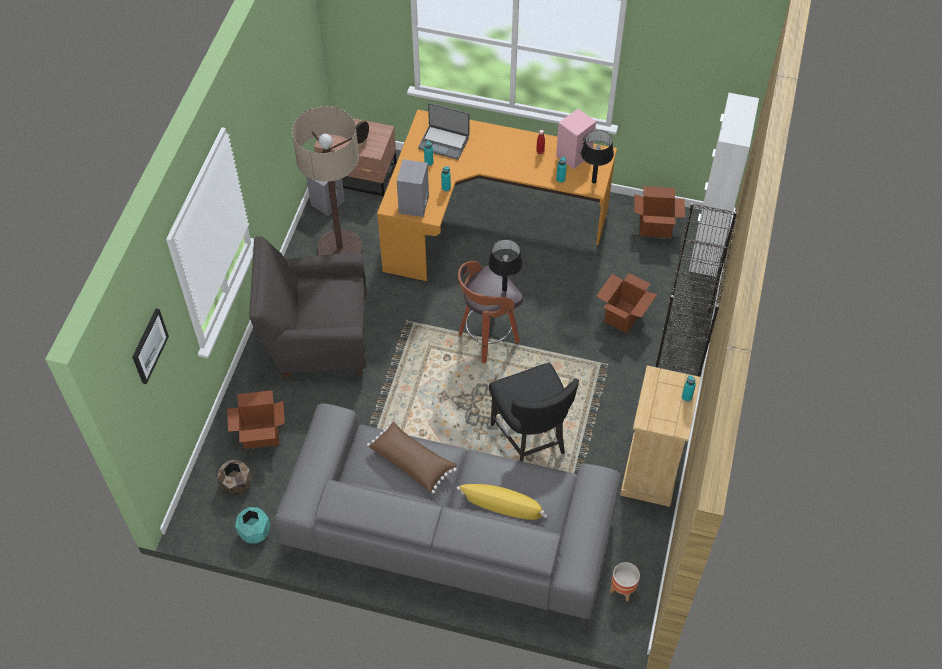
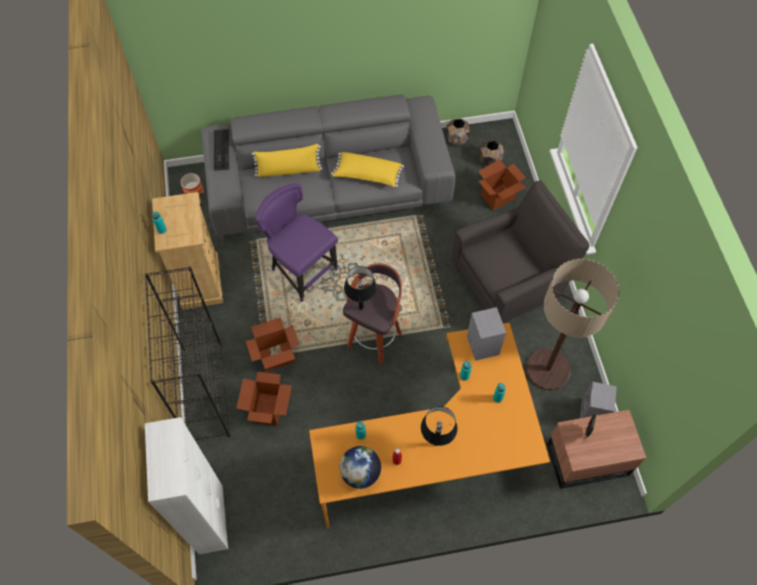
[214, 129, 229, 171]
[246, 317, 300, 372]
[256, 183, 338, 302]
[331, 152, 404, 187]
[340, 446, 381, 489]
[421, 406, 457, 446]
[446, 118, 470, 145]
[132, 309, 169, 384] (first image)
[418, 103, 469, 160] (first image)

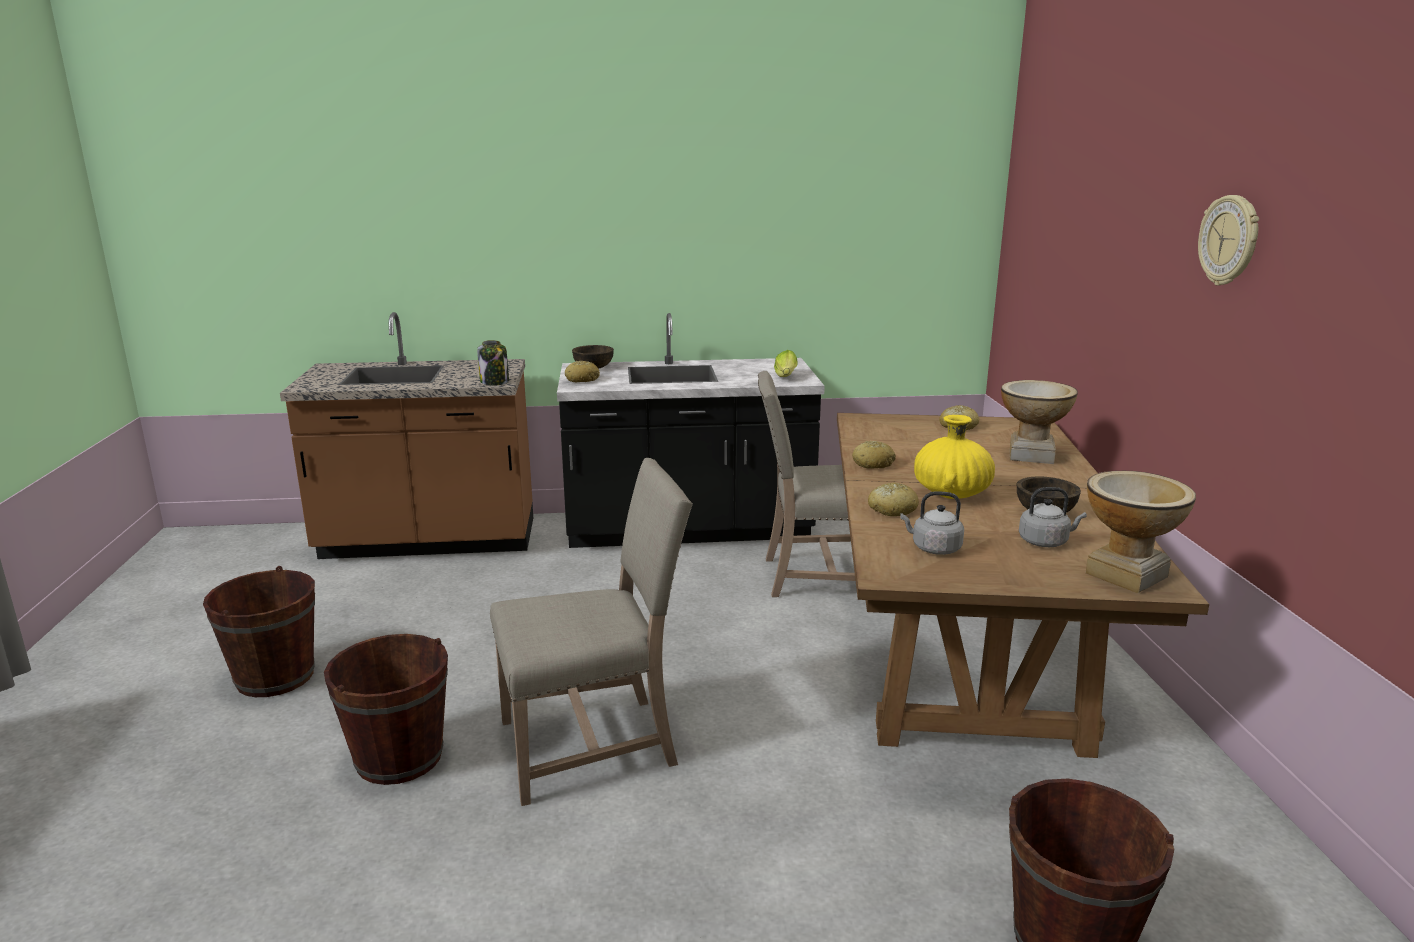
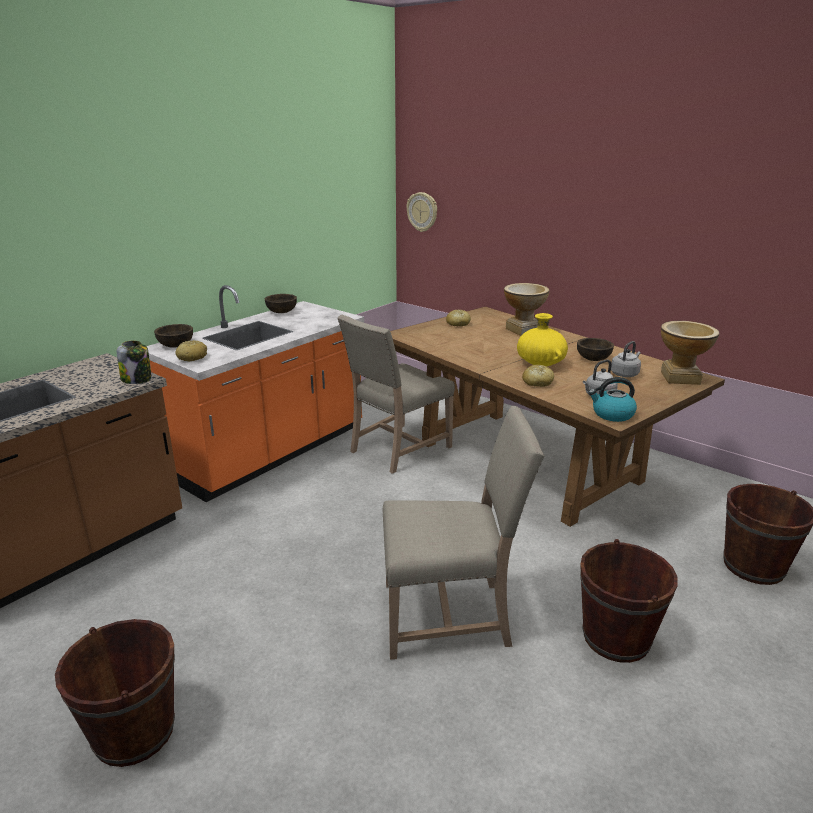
[147, 285, 364, 502]
[265, 294, 297, 313]
[383, 406, 545, 660]
[406, 192, 437, 232]
[580, 539, 678, 663]
[588, 377, 637, 422]
[774, 350, 798, 377] (first image)
[852, 441, 896, 469] (first image)

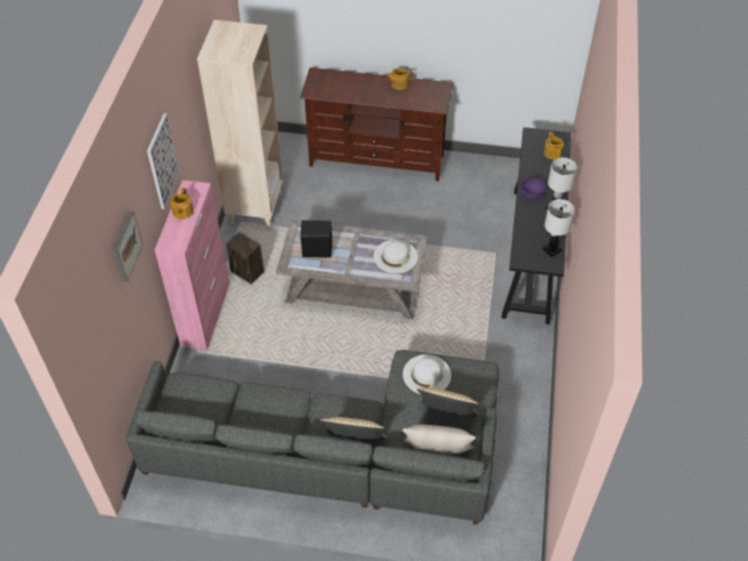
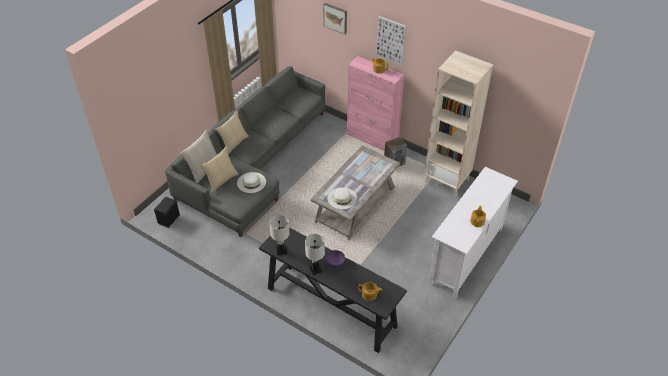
[154, 197, 180, 228]
[428, 167, 518, 298]

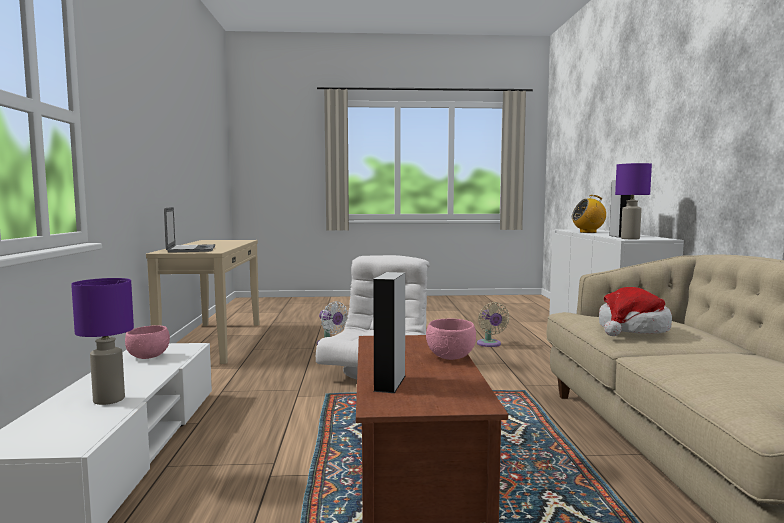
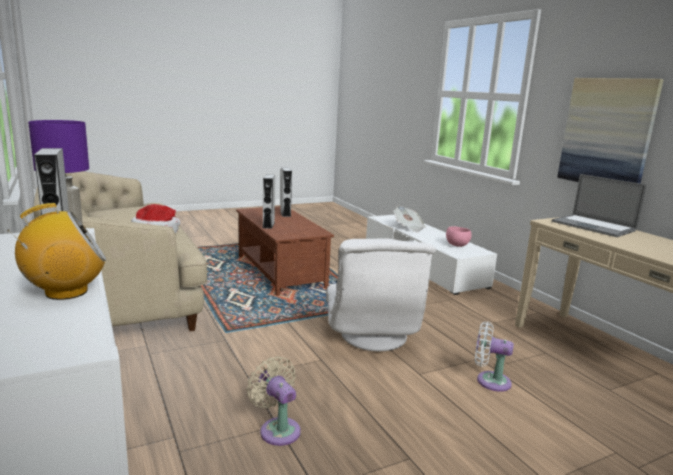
[263, 174, 275, 229]
[393, 206, 426, 232]
[557, 78, 664, 184]

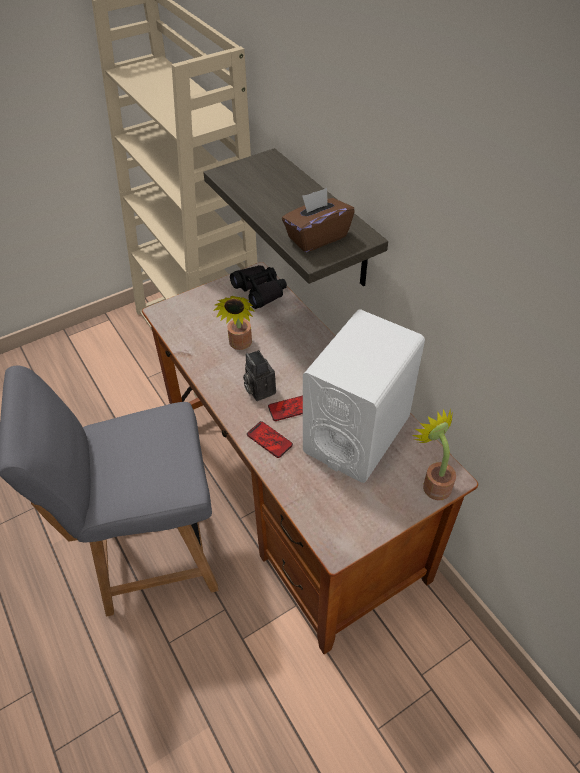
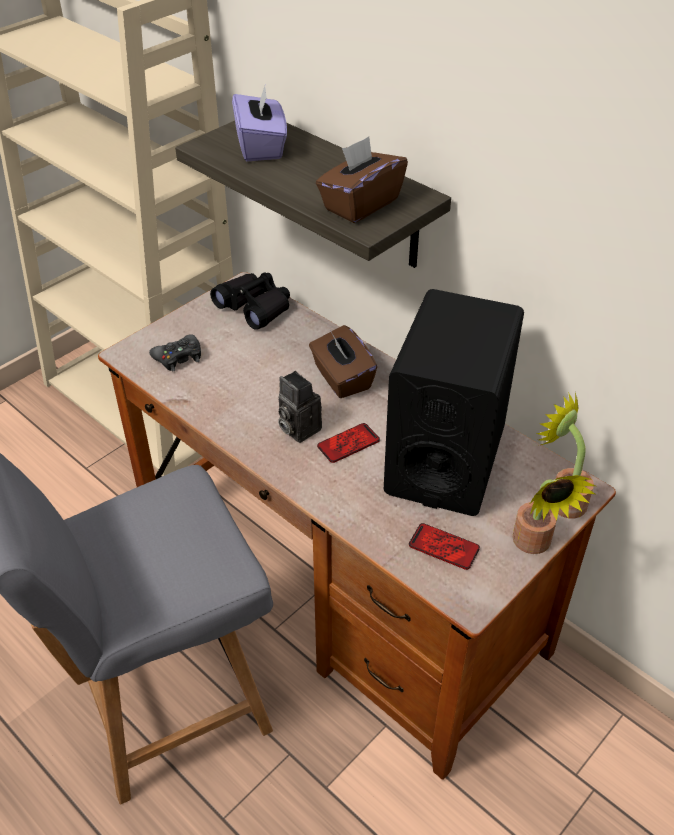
[149, 334, 201, 372]
[232, 83, 287, 161]
[309, 325, 377, 398]
[384, 289, 524, 516]
[409, 523, 480, 570]
[512, 475, 595, 554]

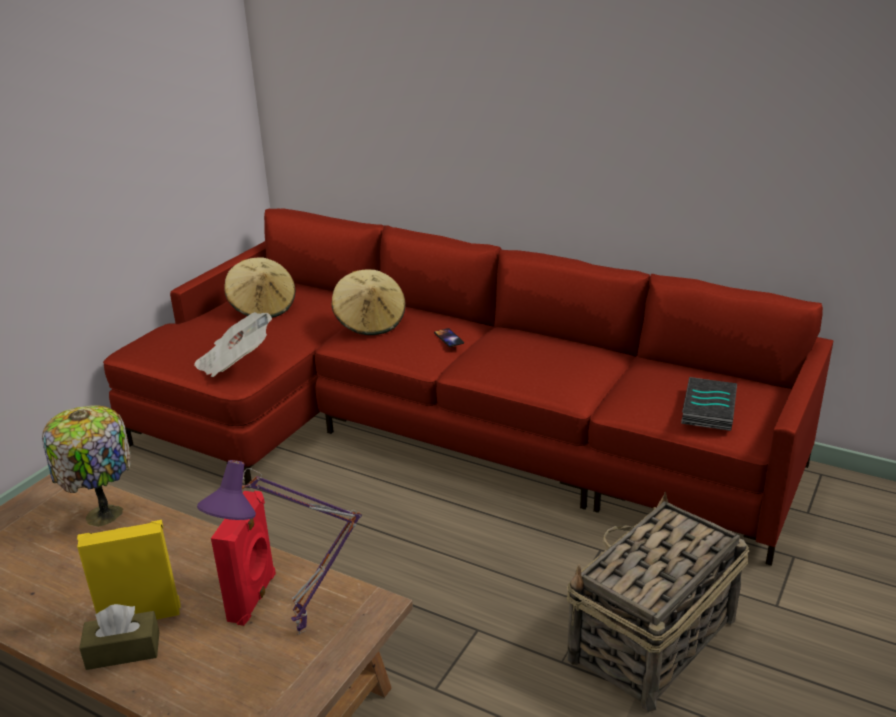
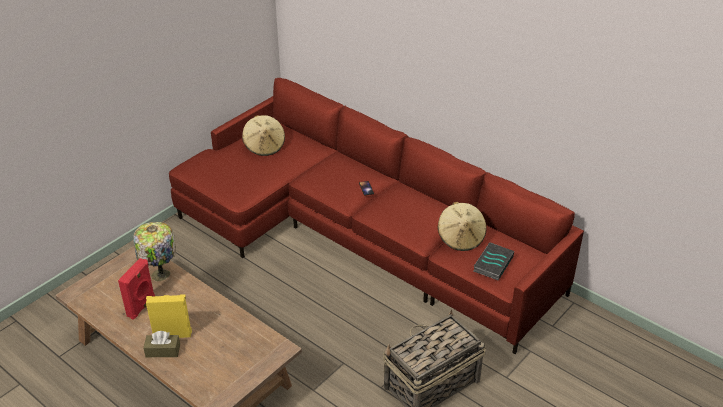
[118, 258, 155, 320]
[438, 202, 487, 251]
[194, 312, 272, 377] (first image)
[197, 460, 362, 635] (first image)

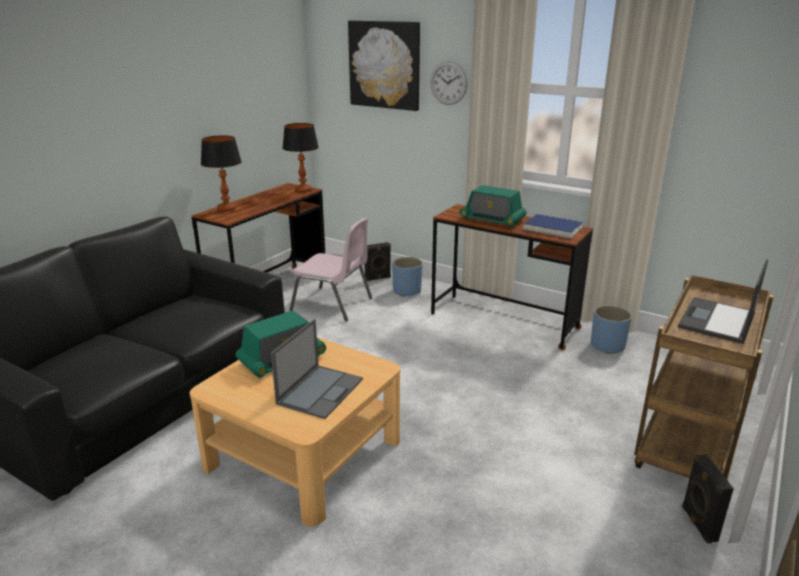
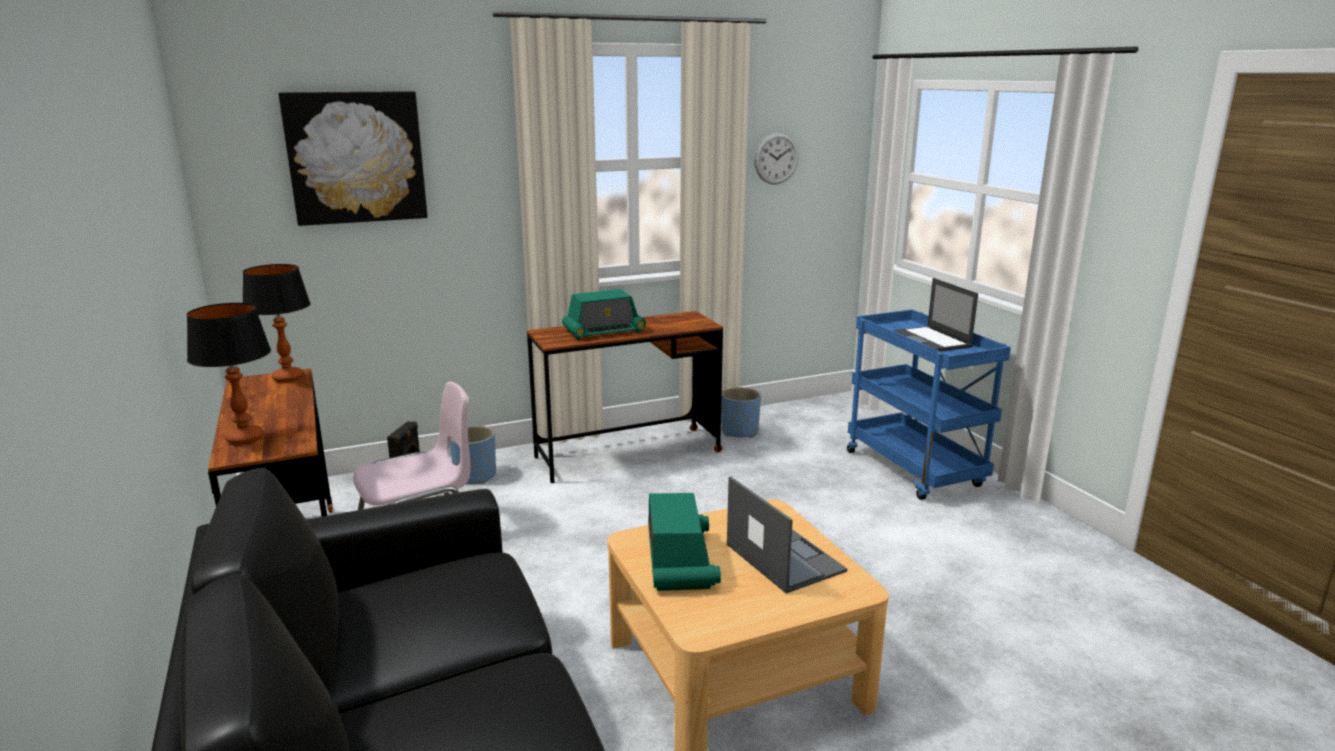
[754, 133, 799, 185]
[847, 310, 1011, 500]
[523, 214, 583, 239] (first image)
[682, 454, 734, 543] (first image)

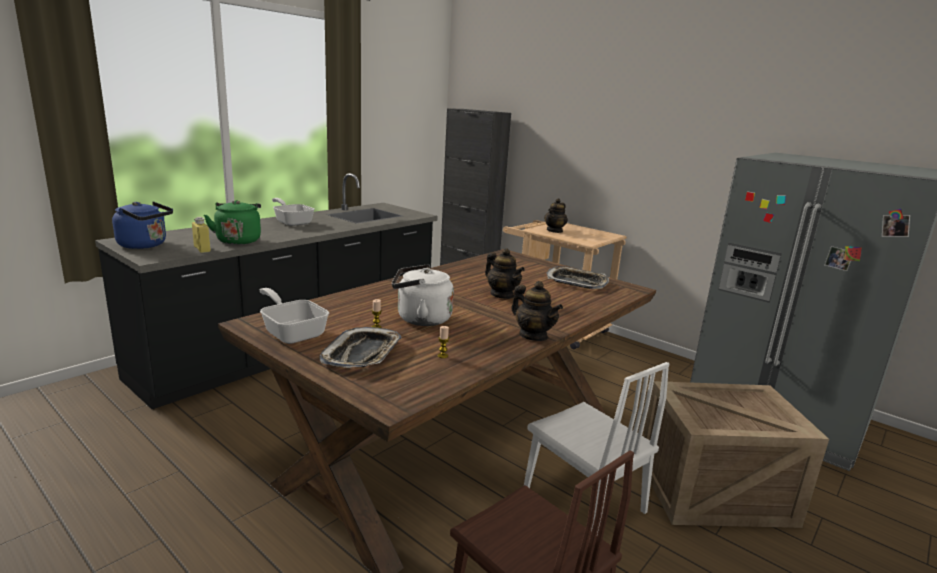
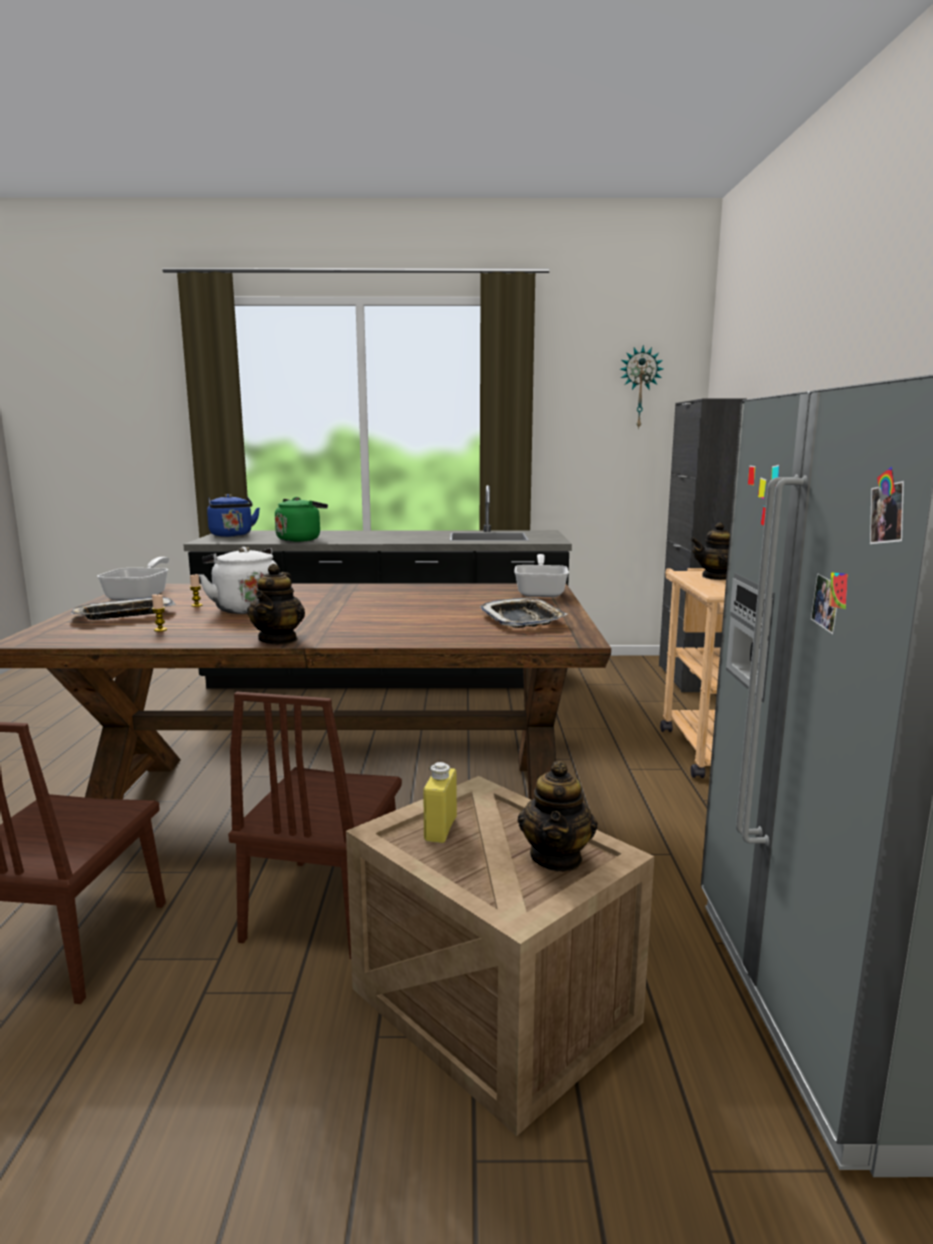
[228, 692, 402, 959]
[423, 762, 457, 843]
[514, 554, 569, 597]
[518, 761, 598, 872]
[620, 345, 663, 430]

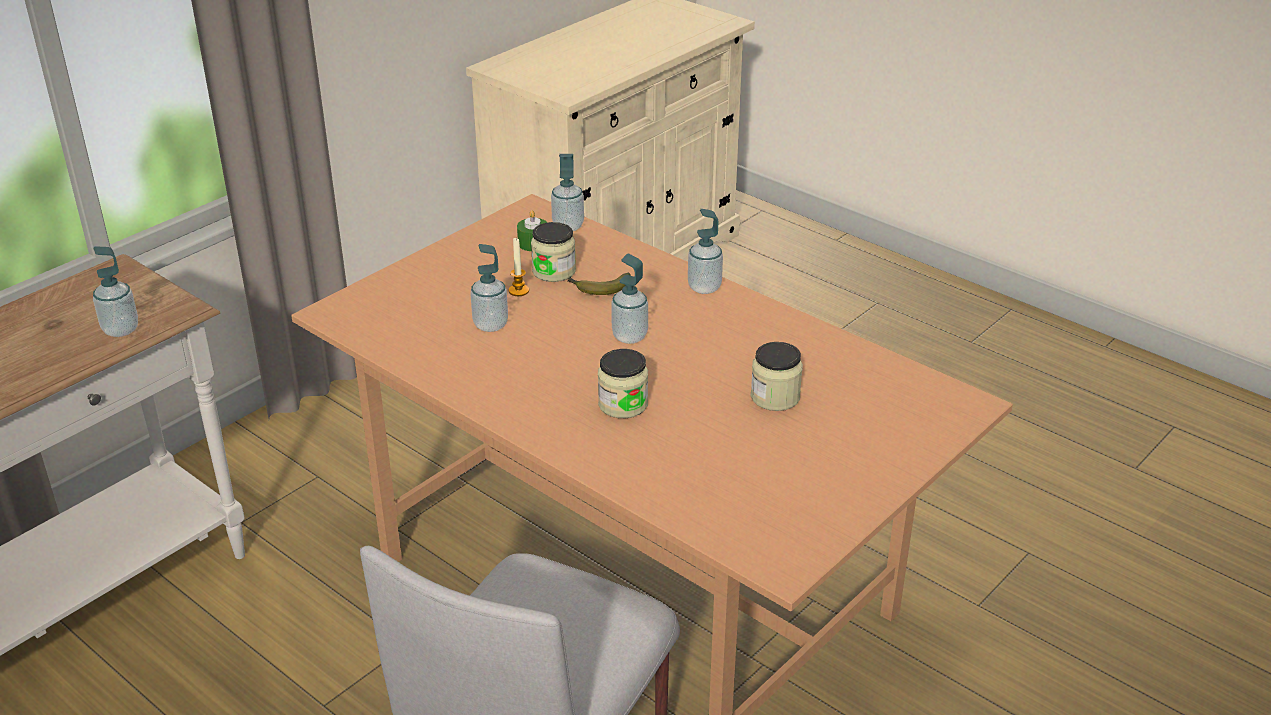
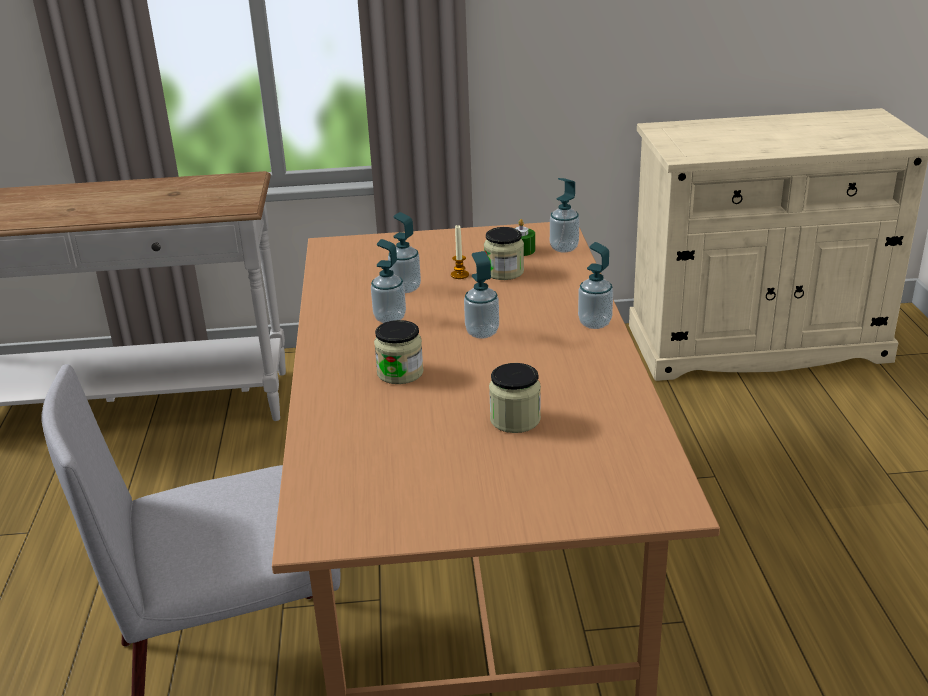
[371, 239, 406, 323]
[568, 273, 631, 295] (first image)

